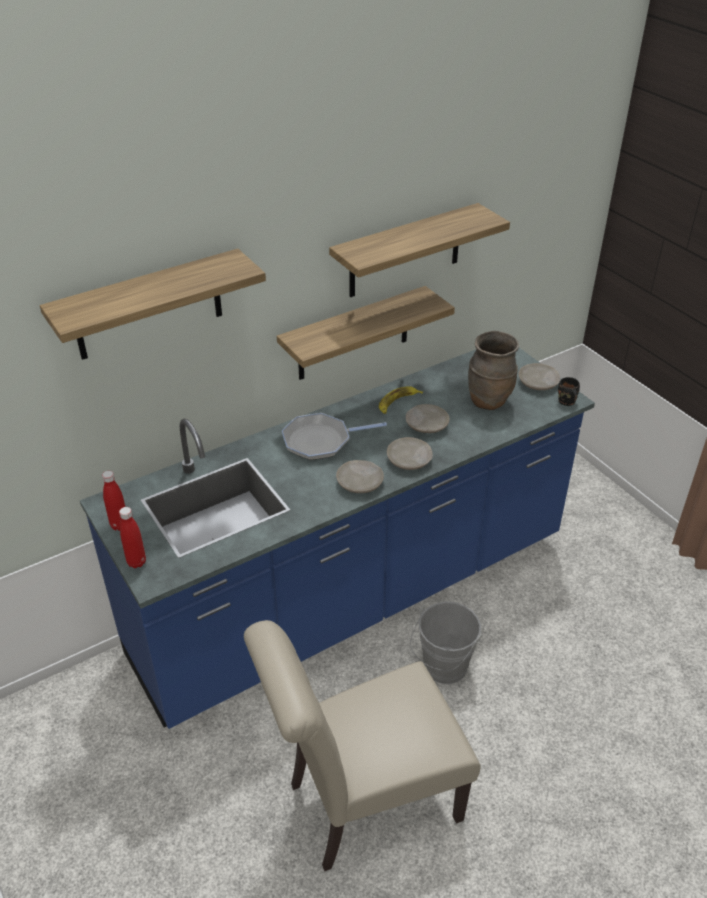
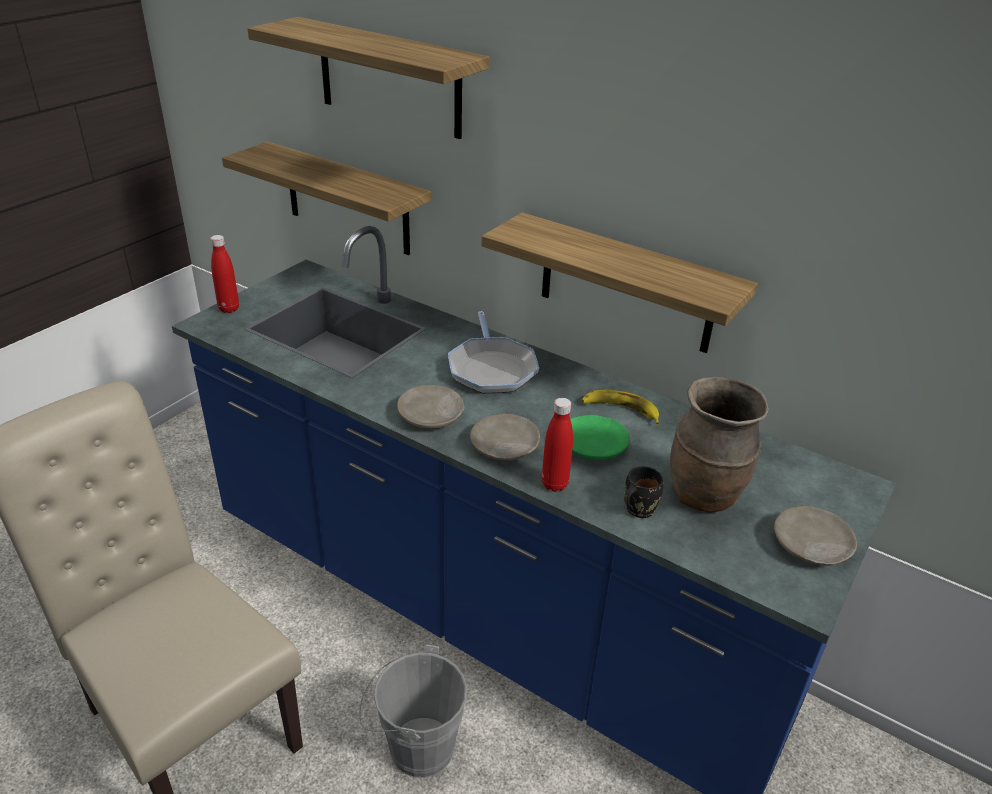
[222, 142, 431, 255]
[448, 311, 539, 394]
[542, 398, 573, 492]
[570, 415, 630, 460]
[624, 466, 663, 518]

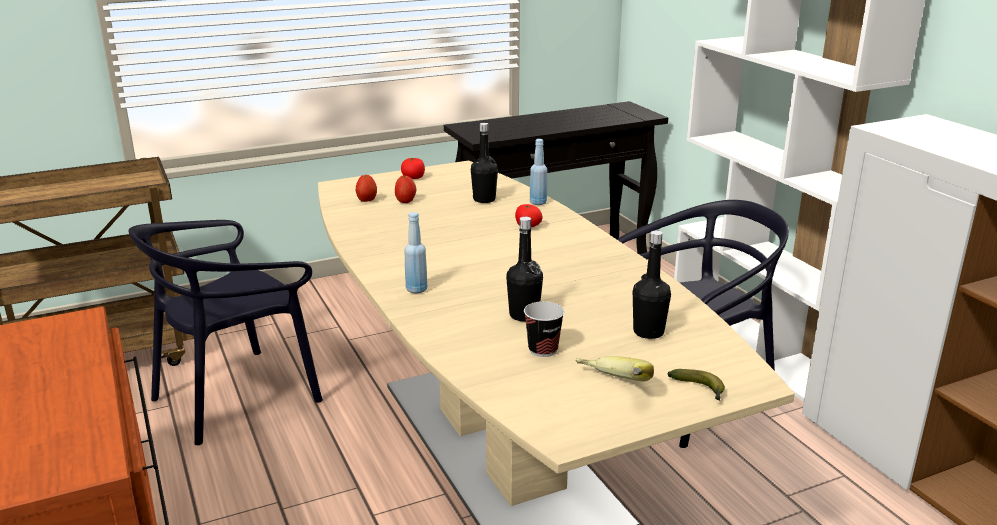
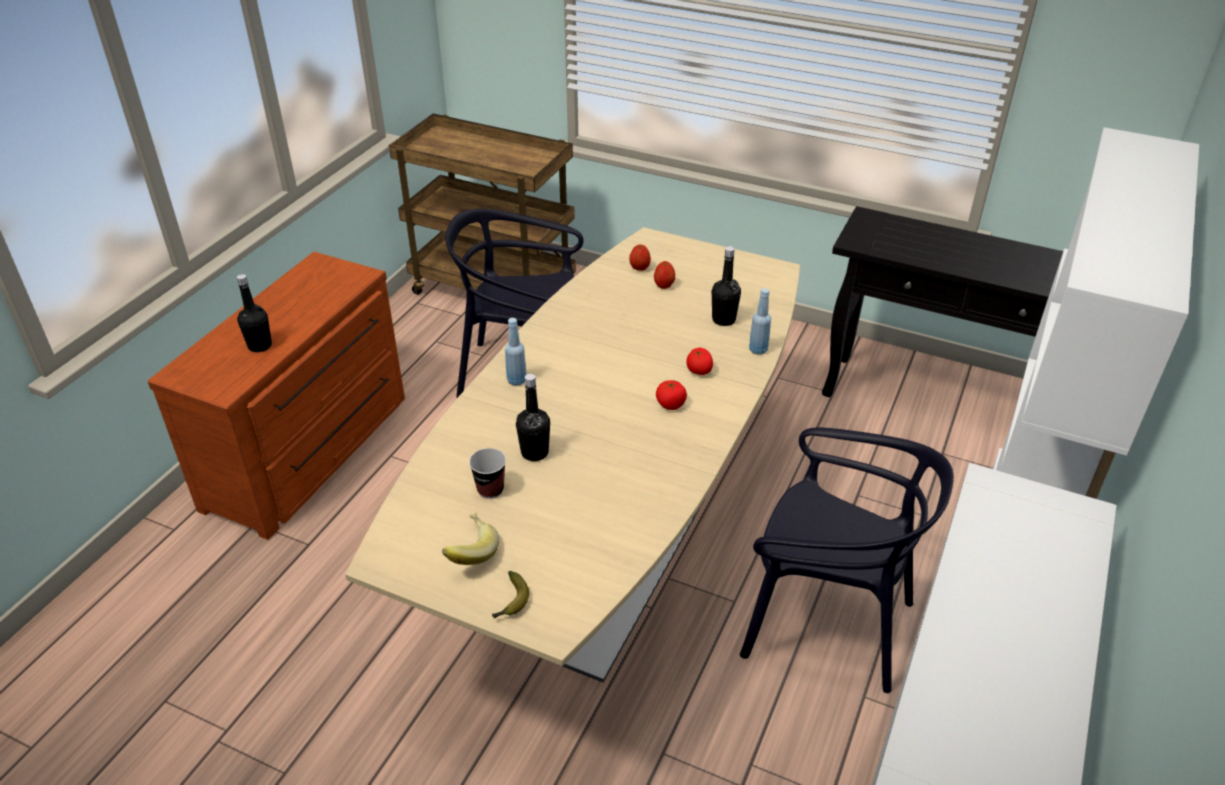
[237, 274, 272, 352]
[656, 380, 687, 410]

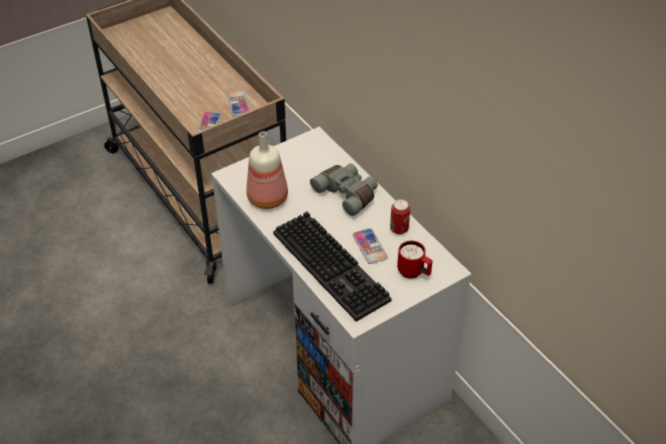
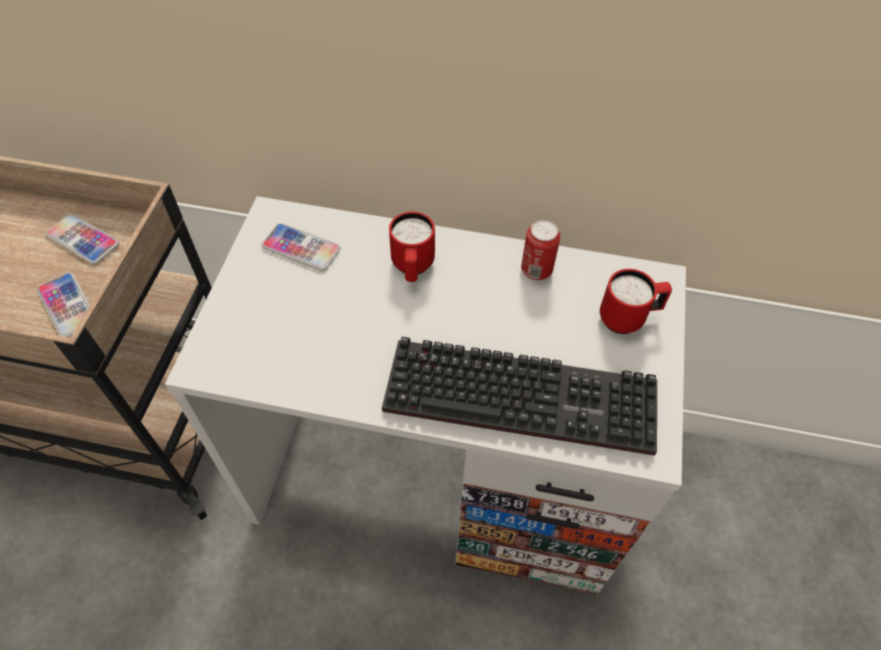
[261, 223, 341, 271]
[389, 212, 435, 282]
[246, 132, 288, 209] (first image)

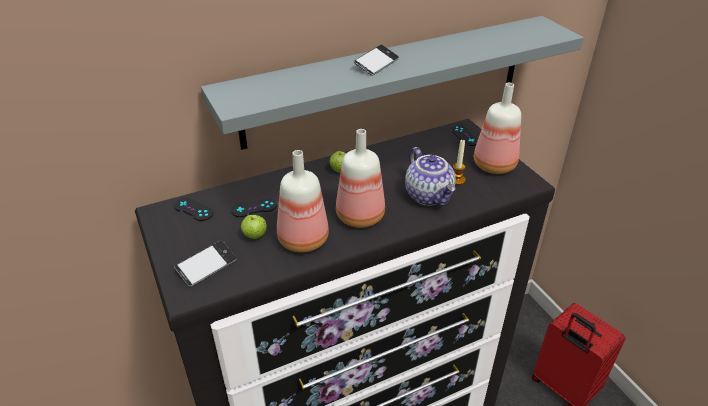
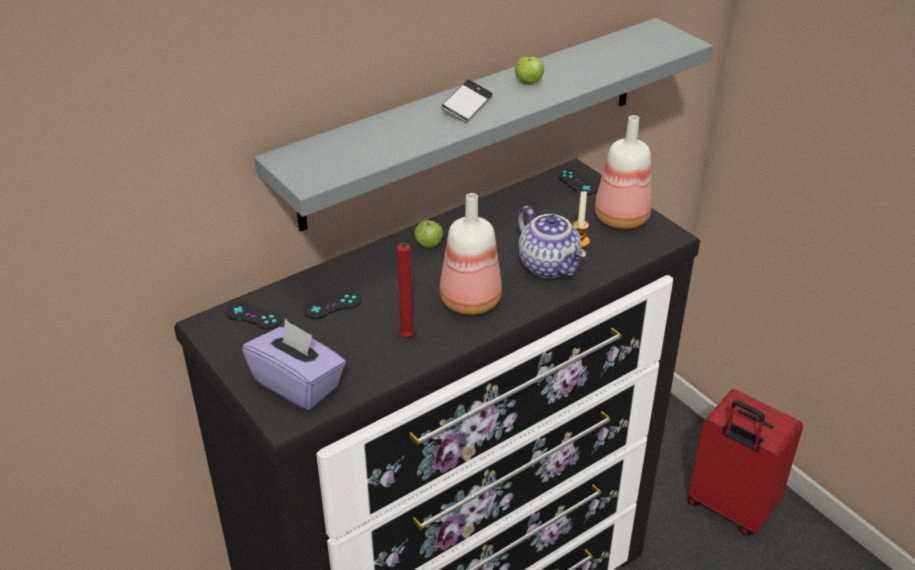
[242, 319, 346, 410]
[397, 243, 415, 337]
[515, 56, 544, 85]

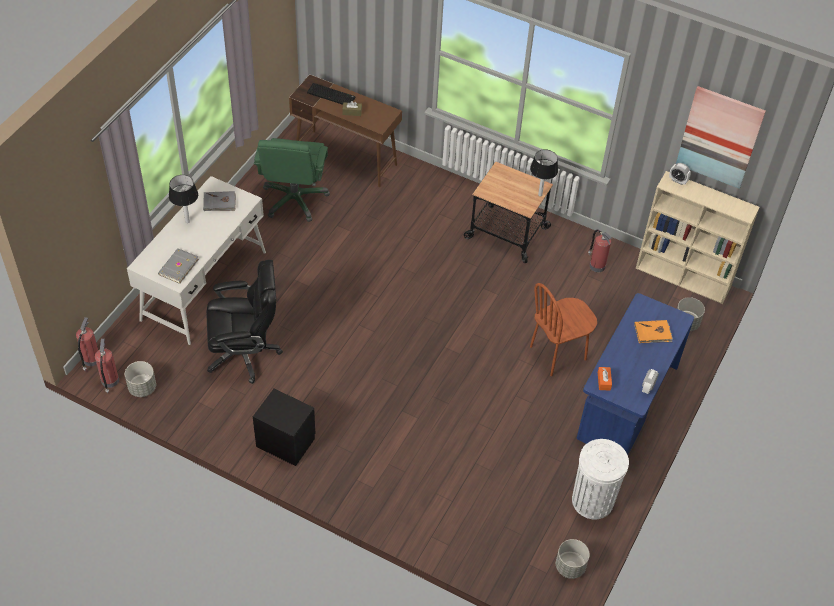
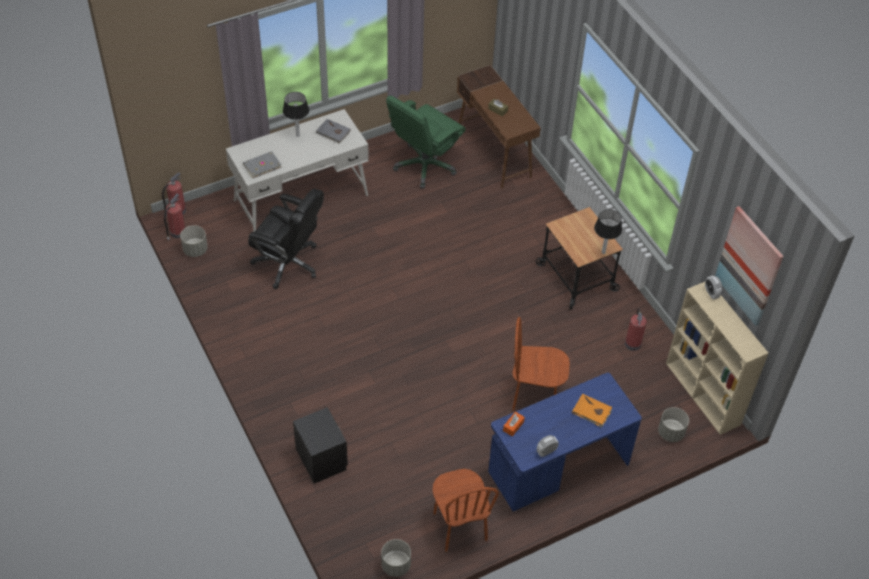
[293, 407, 348, 484]
[432, 469, 499, 552]
[307, 83, 356, 105] (first image)

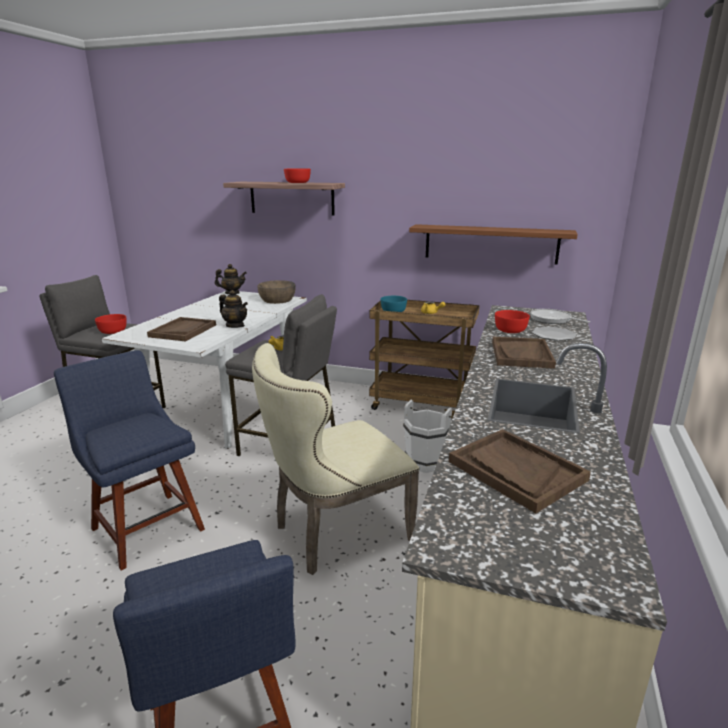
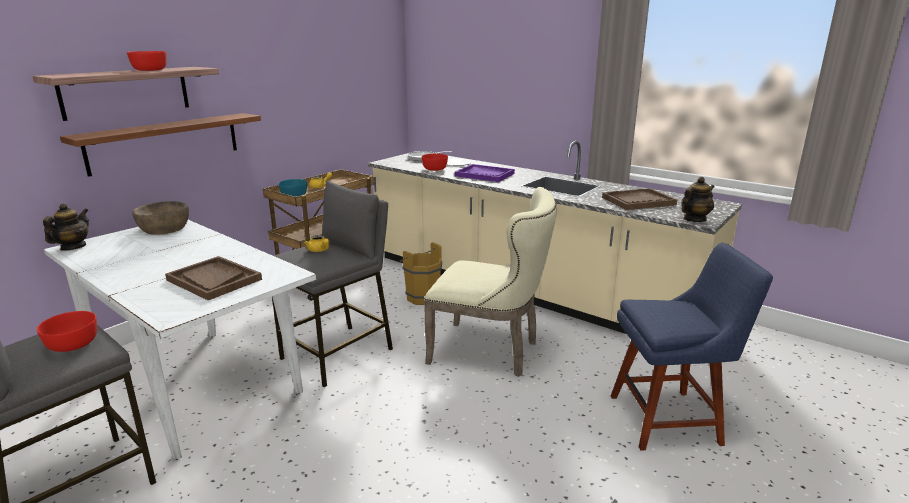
[60, 113, 261, 177]
[399, 242, 442, 305]
[424, 187, 557, 377]
[455, 164, 515, 182]
[681, 177, 715, 222]
[54, 350, 205, 570] (first image)

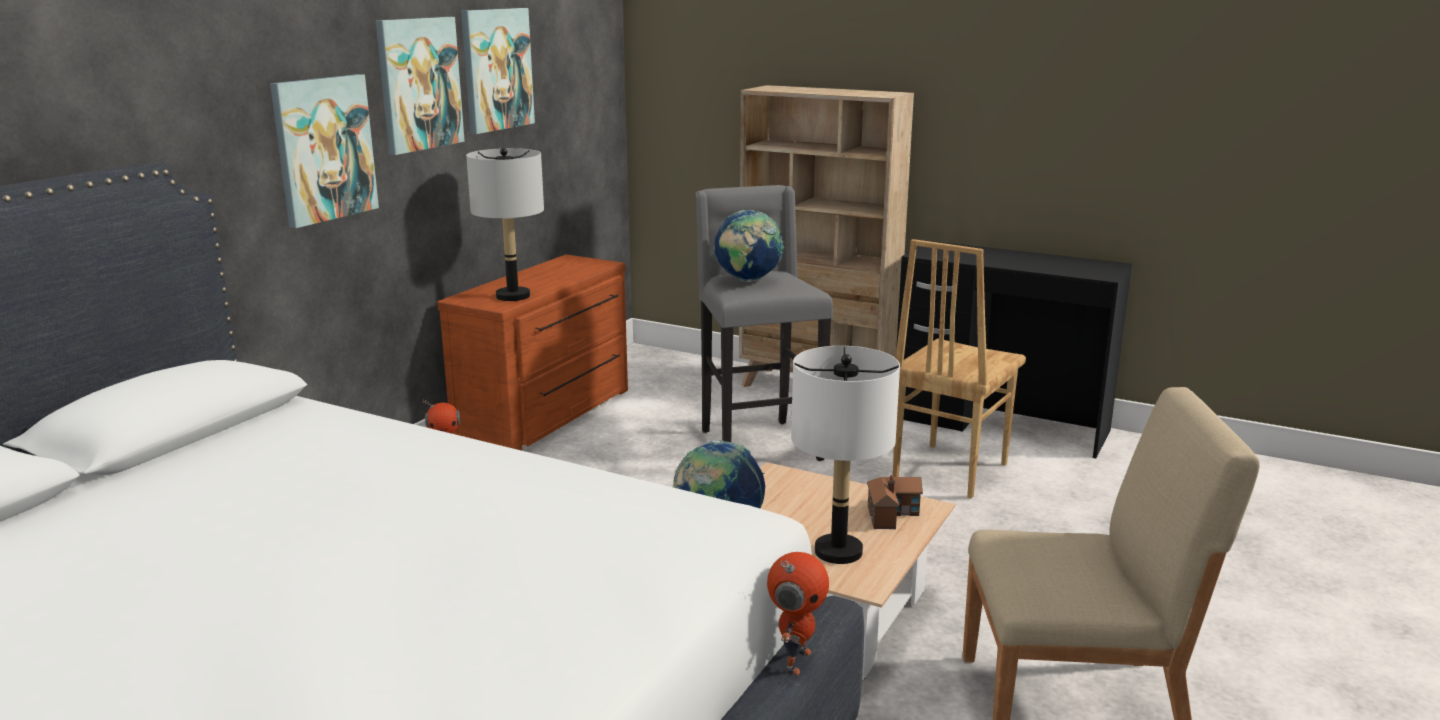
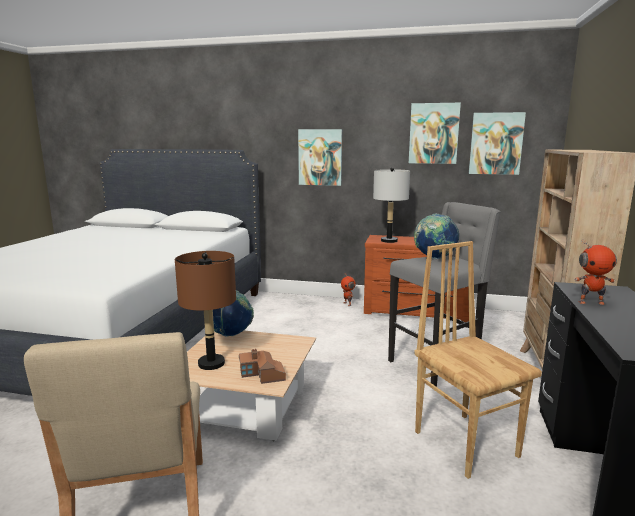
[175, 251, 236, 370]
[414, 241, 542, 479]
[469, 112, 526, 175]
[574, 240, 617, 305]

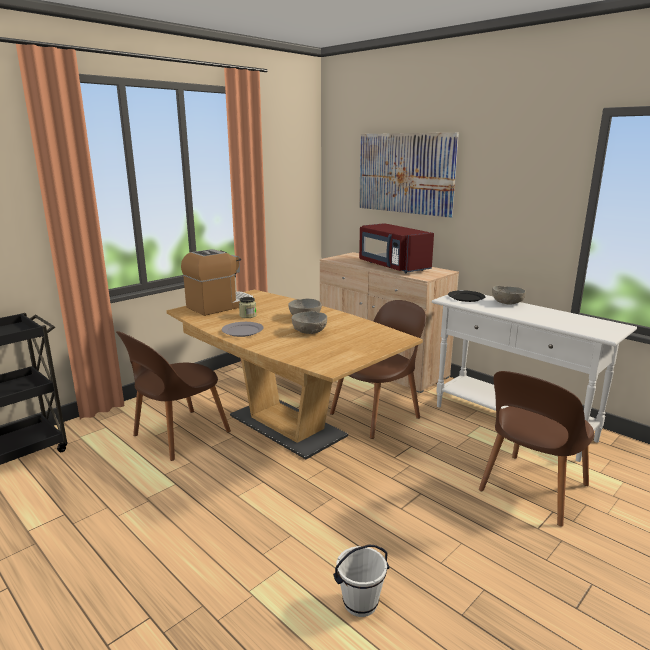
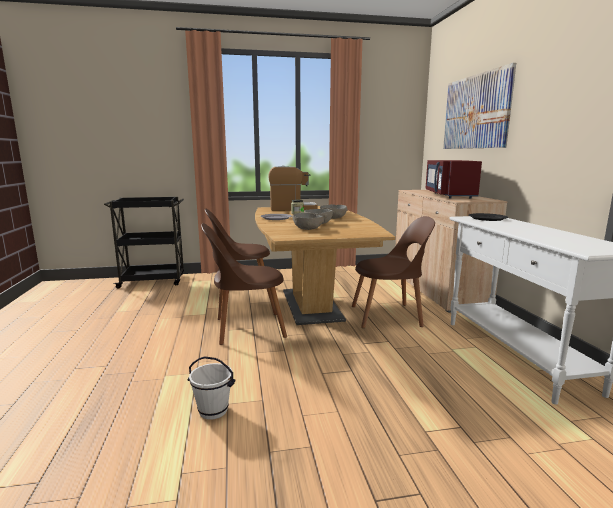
[201, 223, 287, 345]
[292, 213, 324, 230]

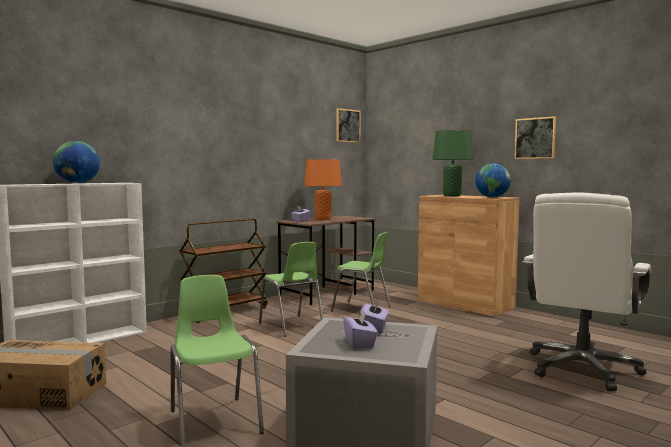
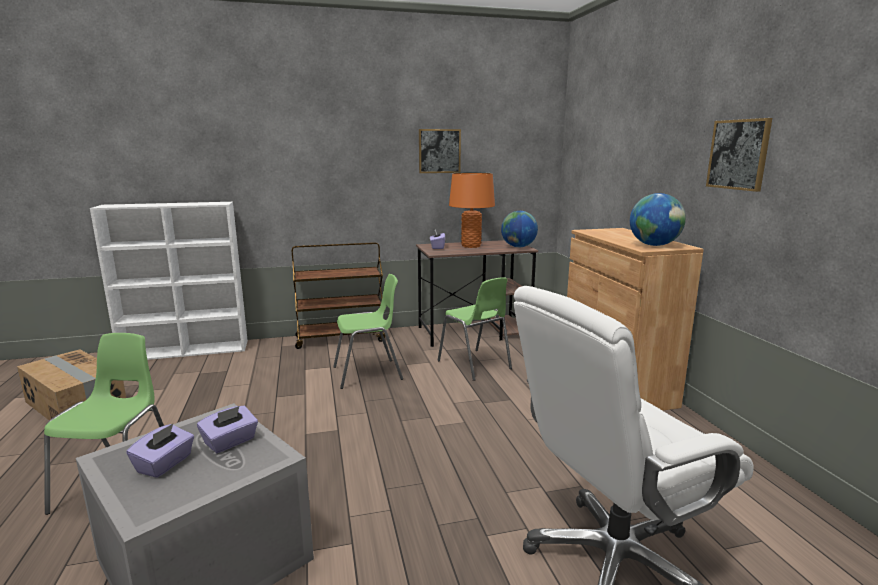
[333, 274, 403, 389]
[419, 129, 461, 173]
[501, 211, 538, 247]
[432, 130, 474, 196] (first image)

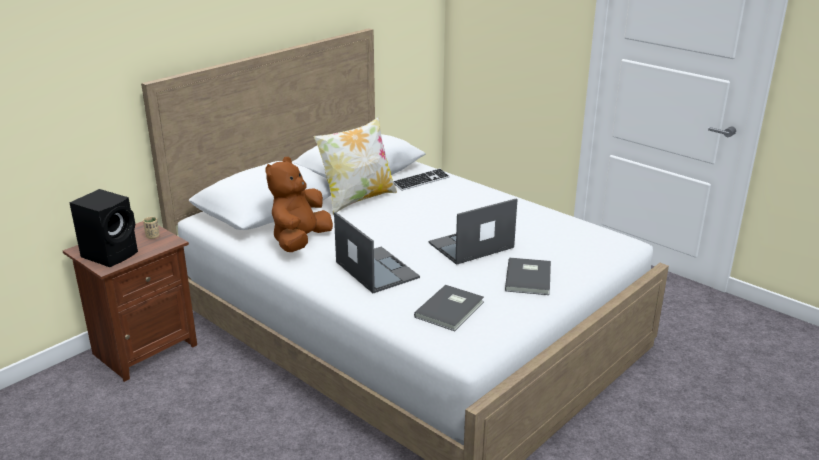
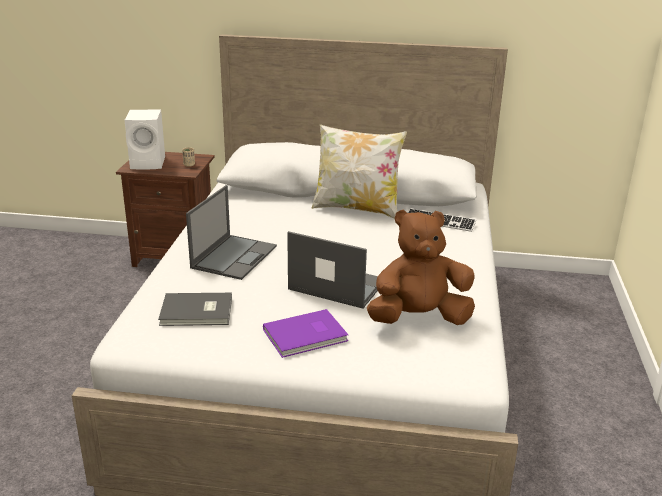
[125, 110, 165, 170]
[263, 309, 348, 358]
[367, 209, 475, 325]

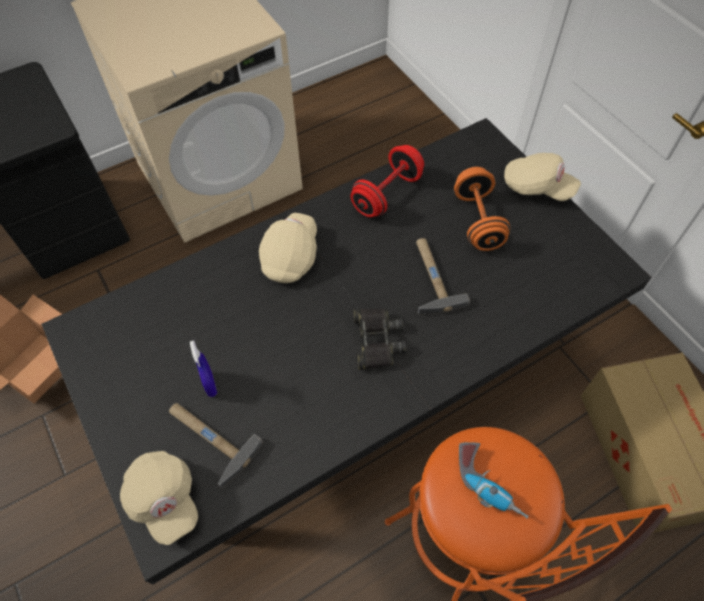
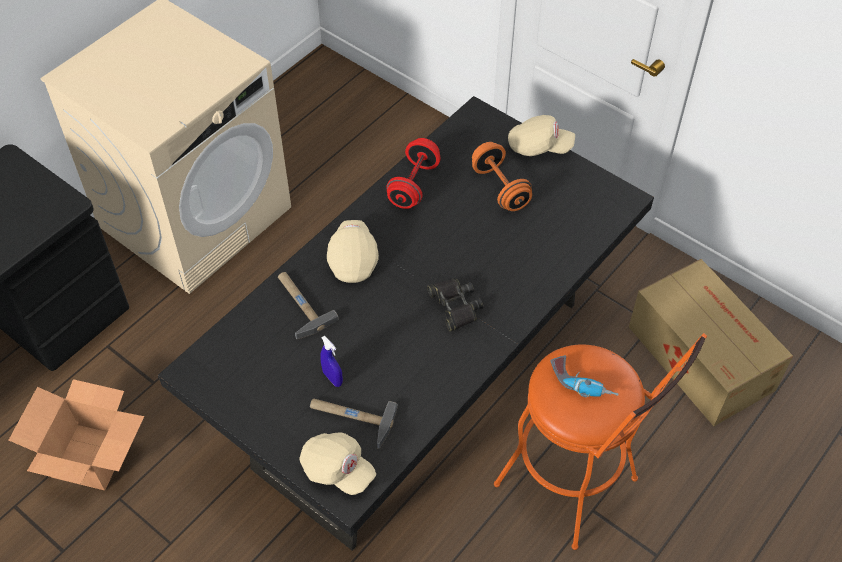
[278, 272, 339, 339]

